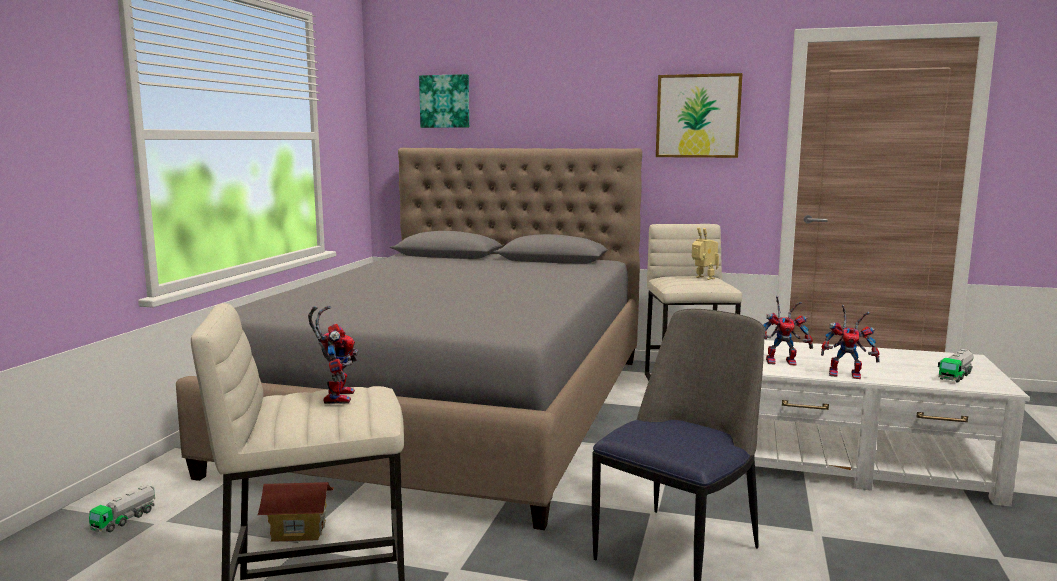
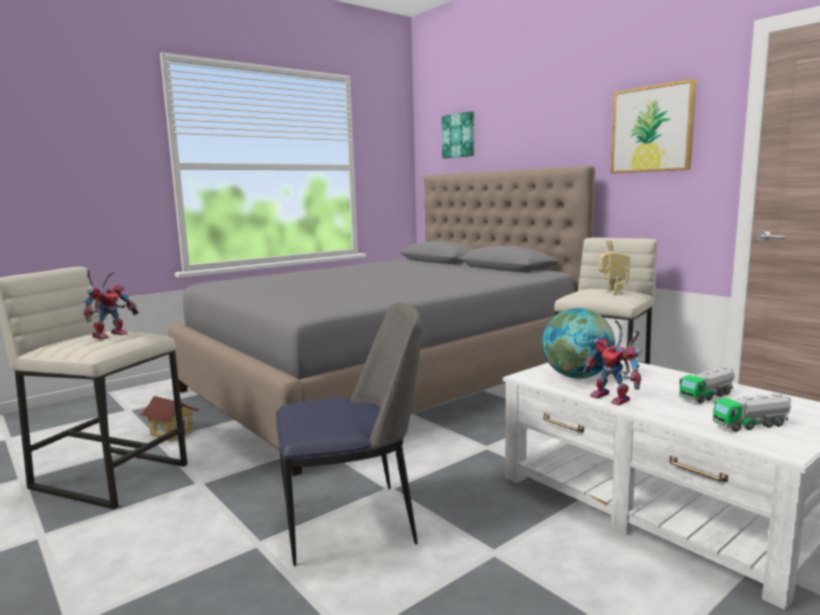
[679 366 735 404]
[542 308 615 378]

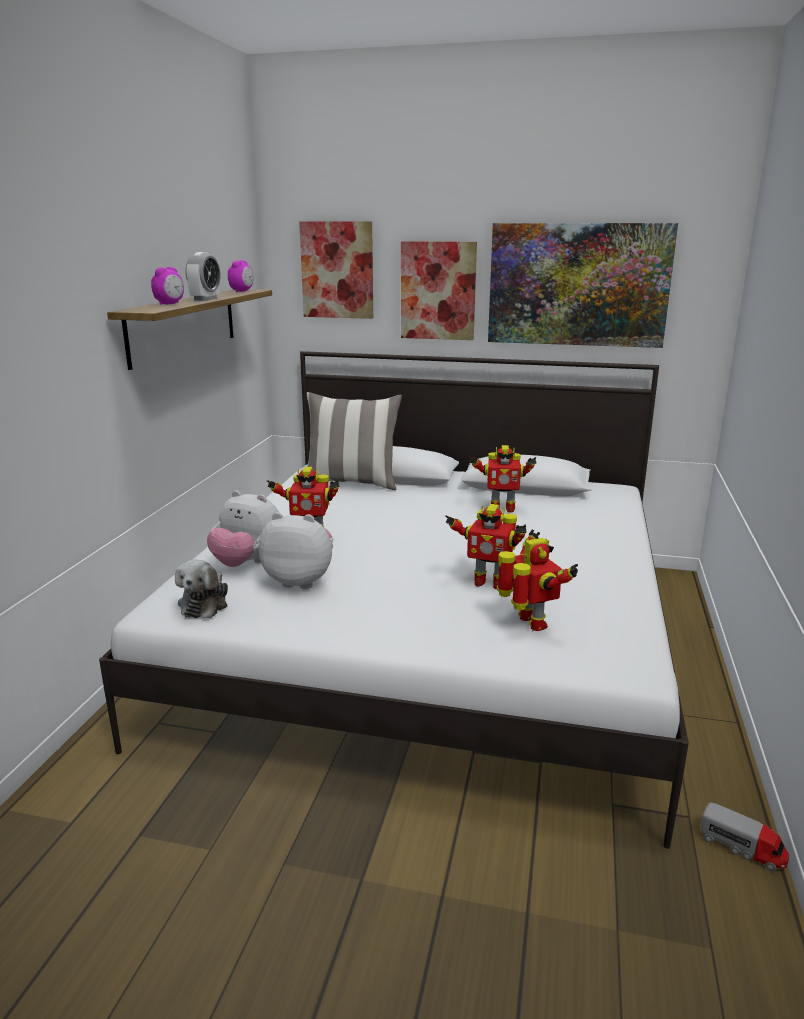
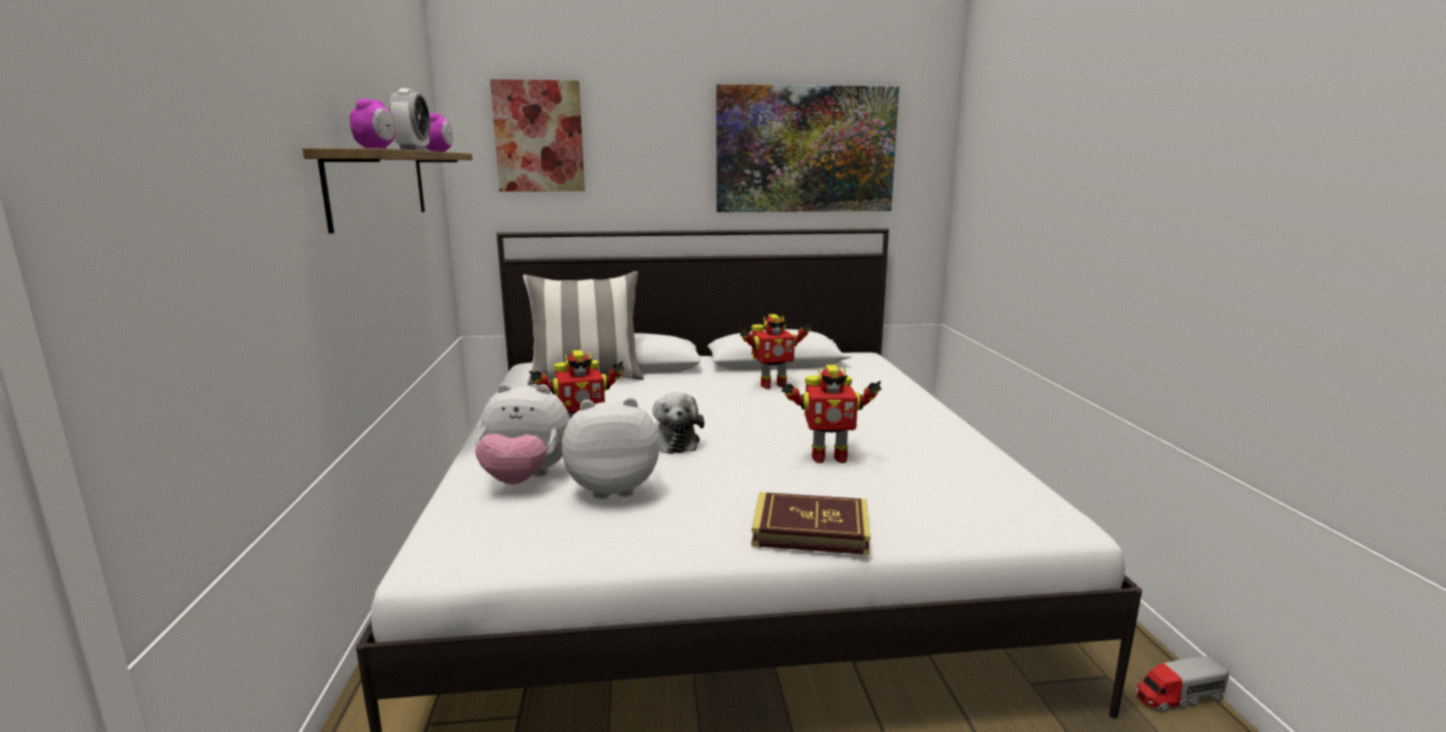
[652 392 704 454]
[401 241 477 340] (first image)
[497 529 578 631] (first image)
[1136 656 1229 712]
[752 492 870 555]

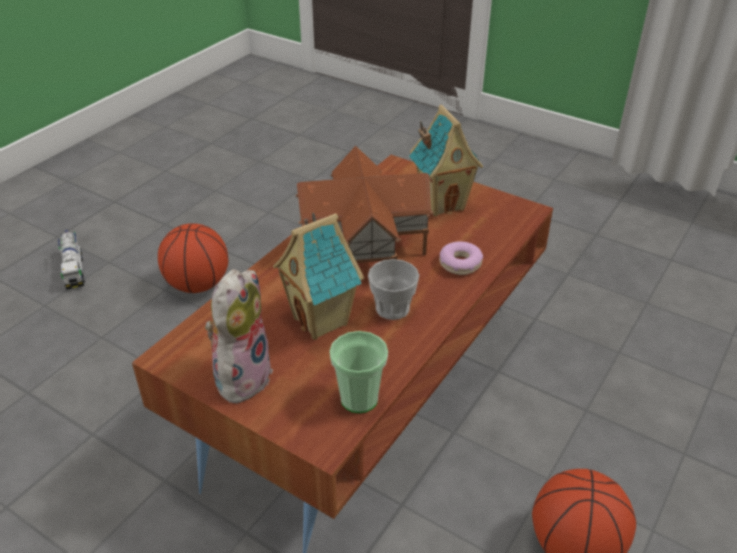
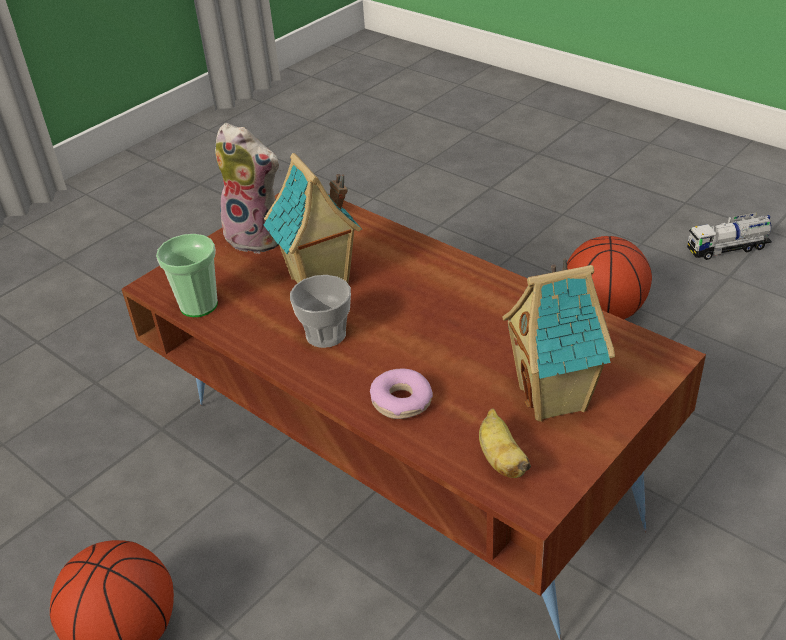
[687 212 772 260]
[296 146 433 263] (first image)
[479 408 531 478]

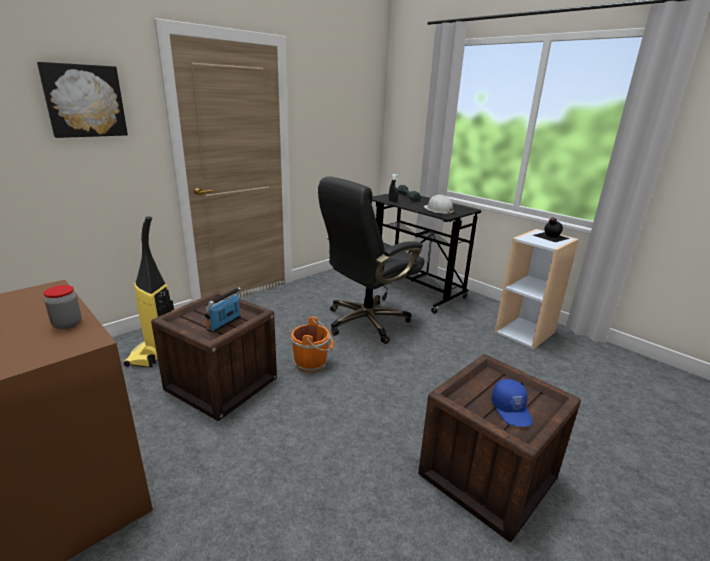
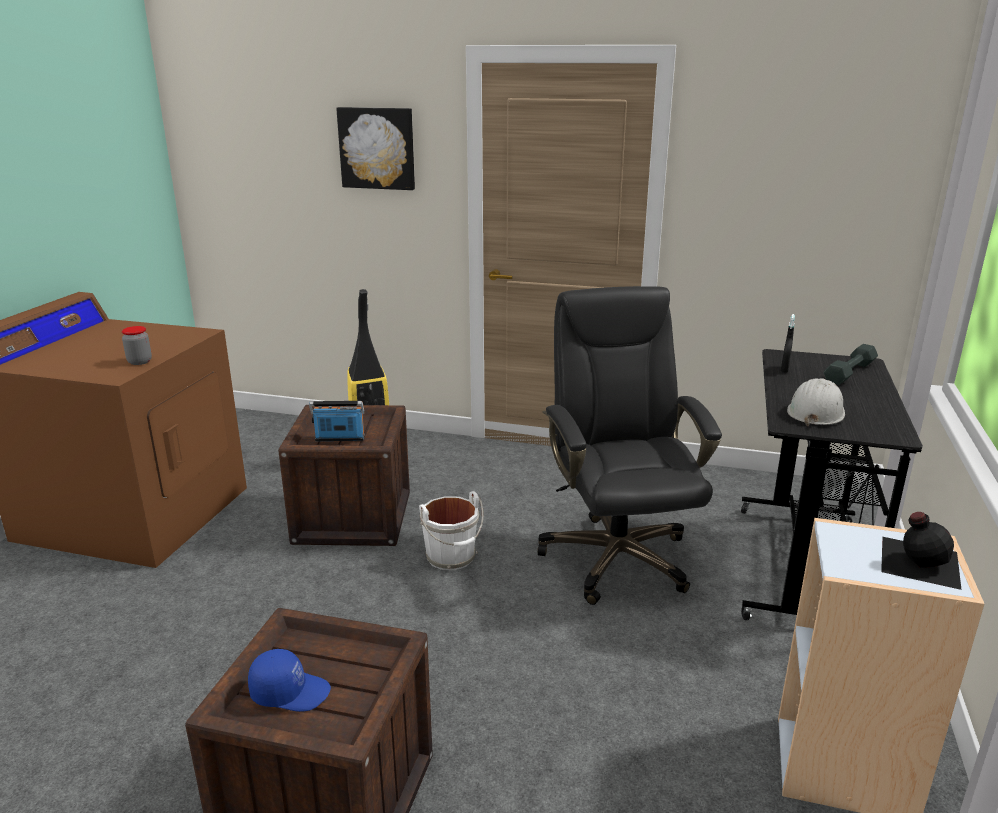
[419 491 484 570]
[537 286 722 605]
[248 649 331 712]

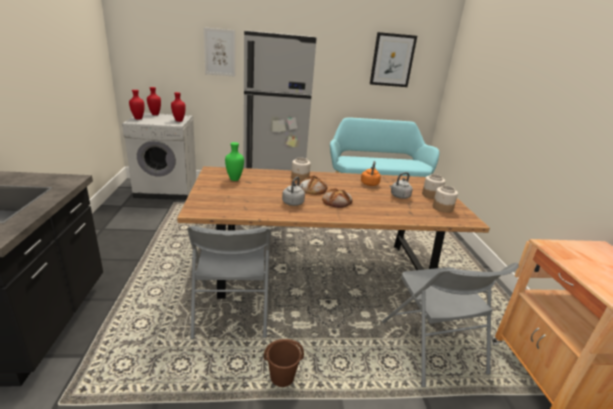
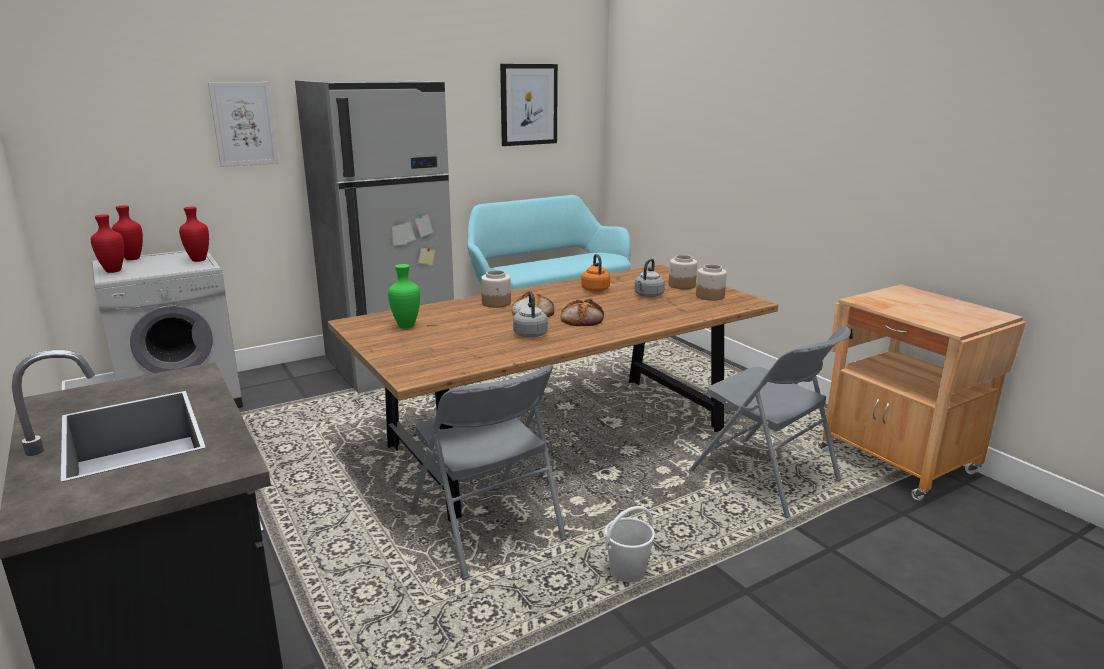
[605 506 655 582]

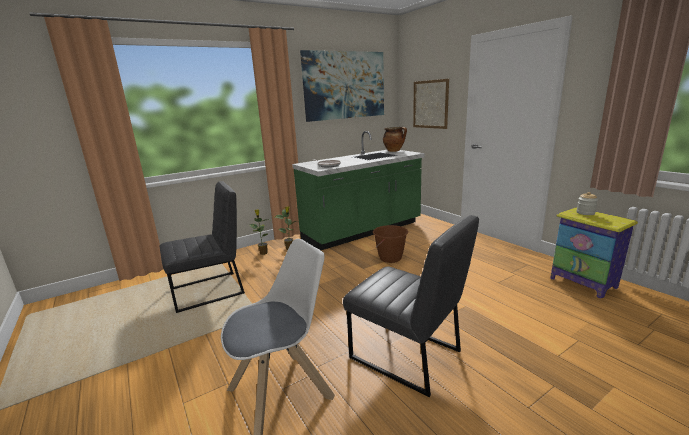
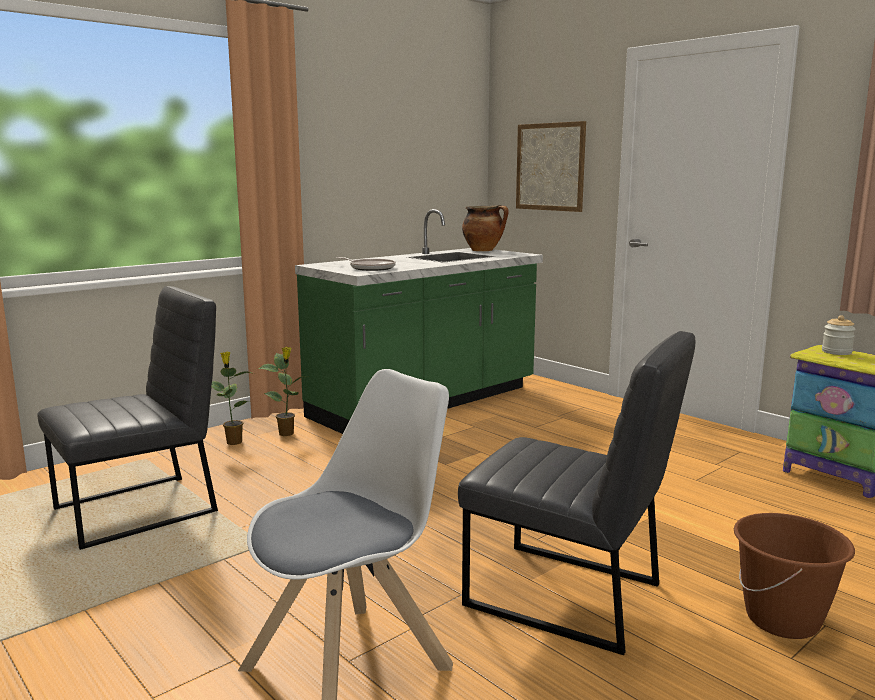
[300 50 384 122] (first image)
[734 513 855 639]

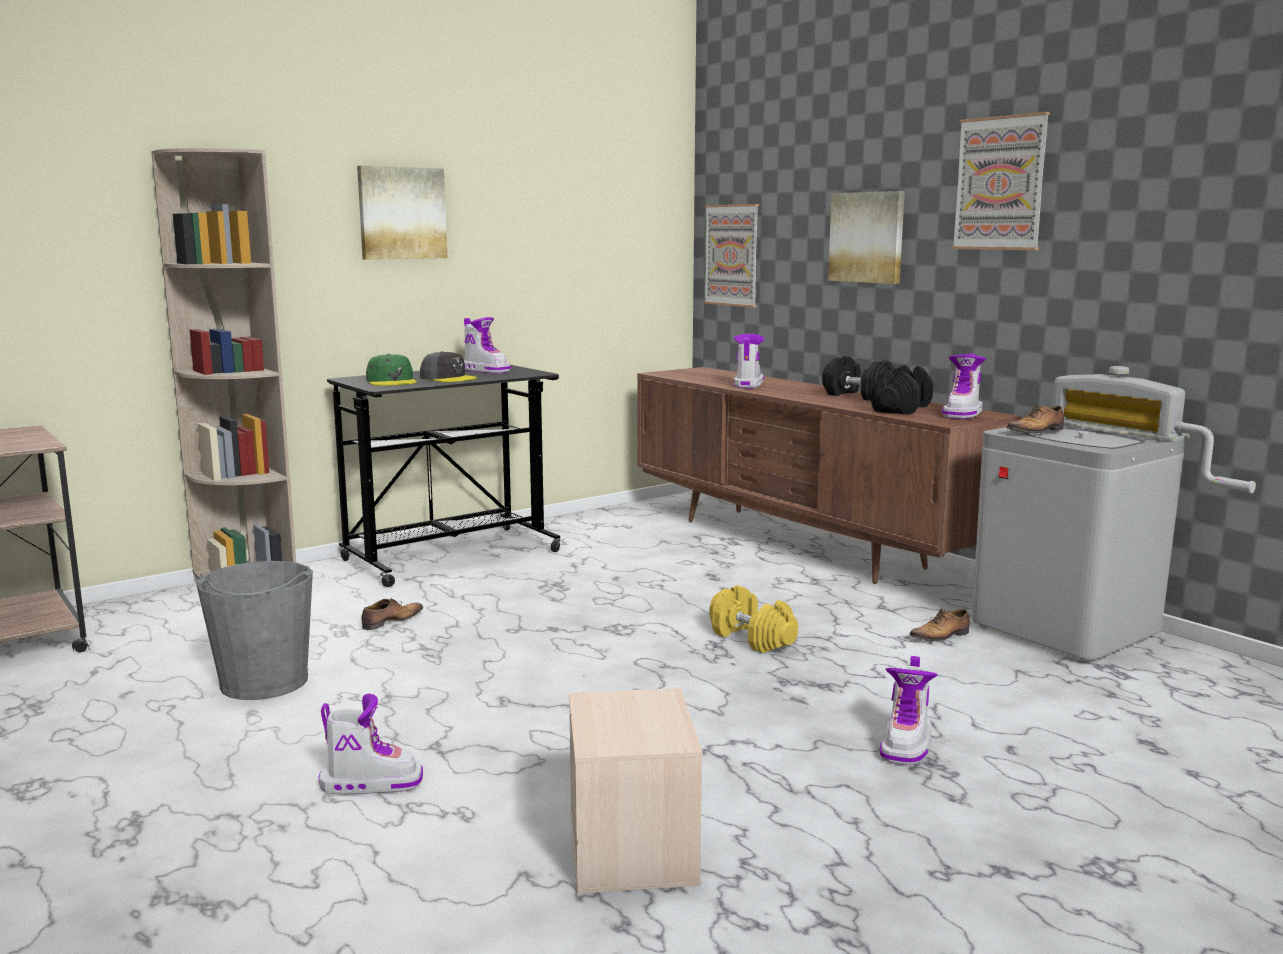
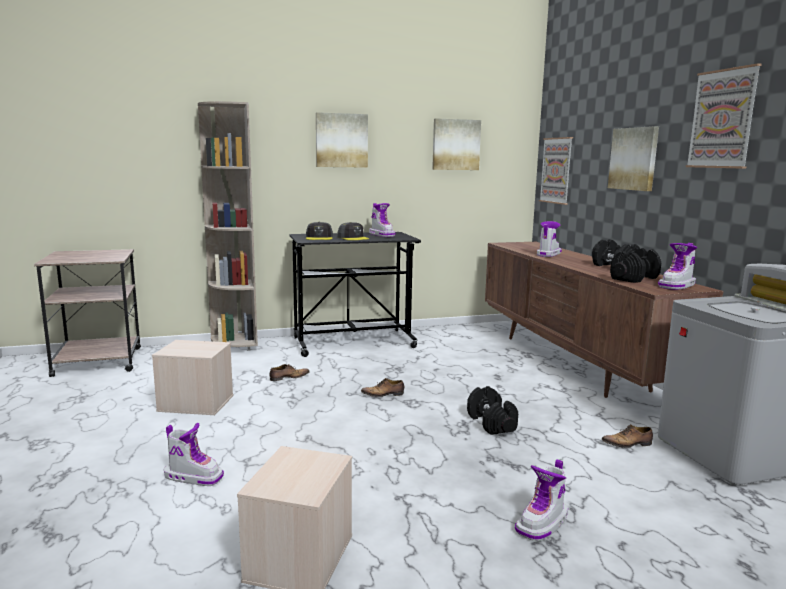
[152 340 234 415]
[306 222 333 240]
[467 386 518 435]
[361 378 404 397]
[432 118 481 170]

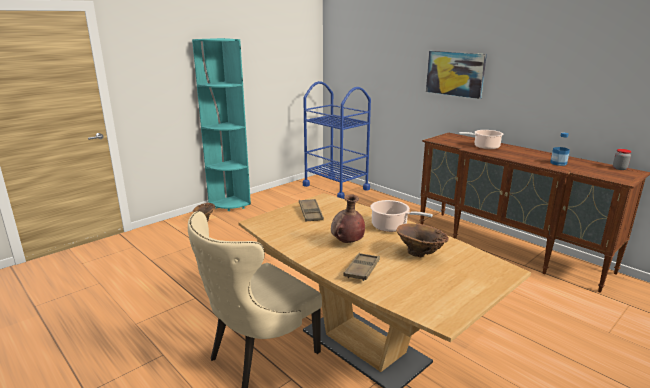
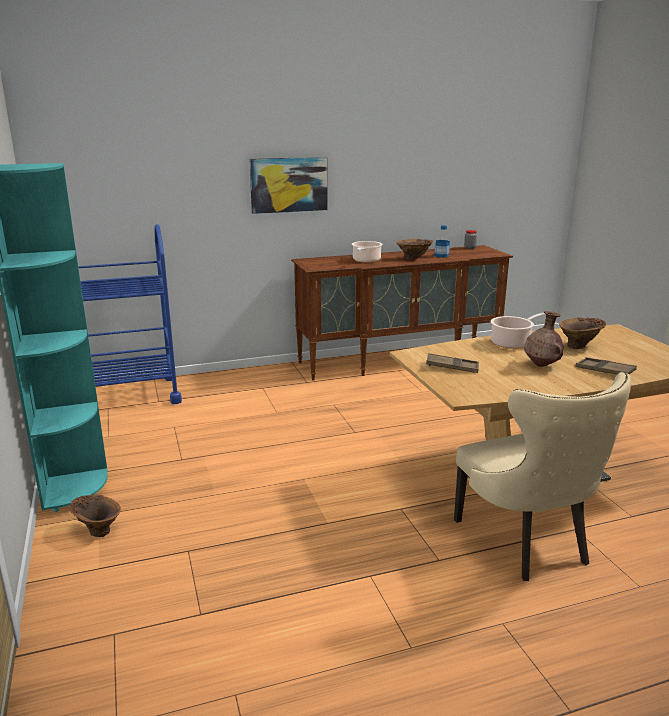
[396 239 433 260]

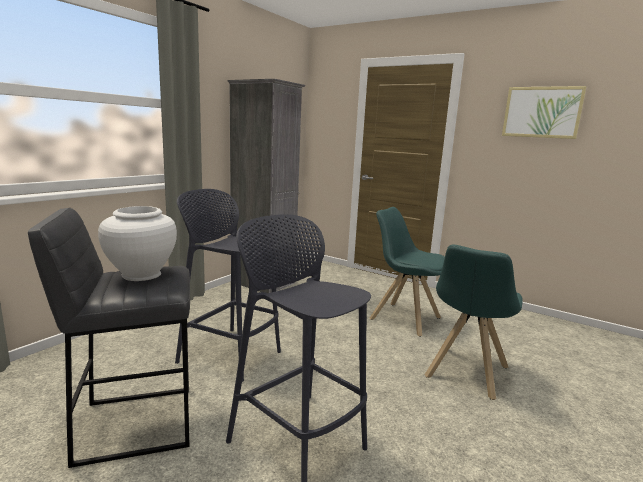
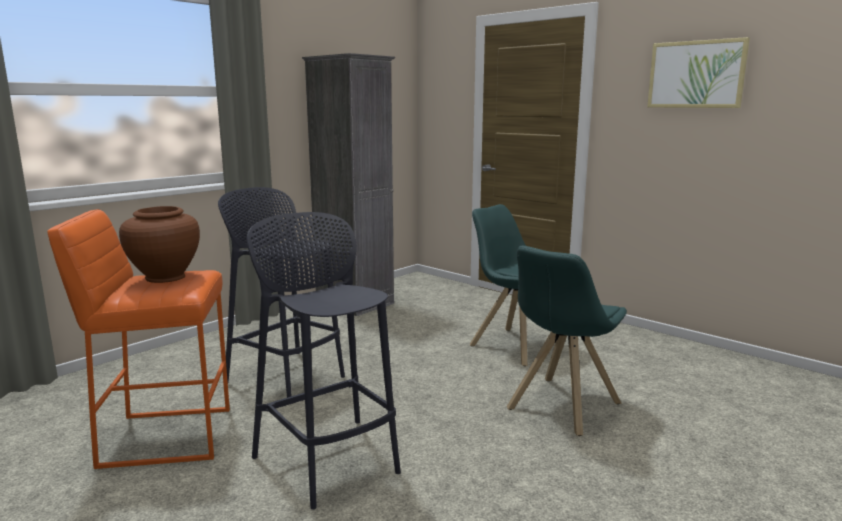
[47 209 230 469]
[119 206 200 283]

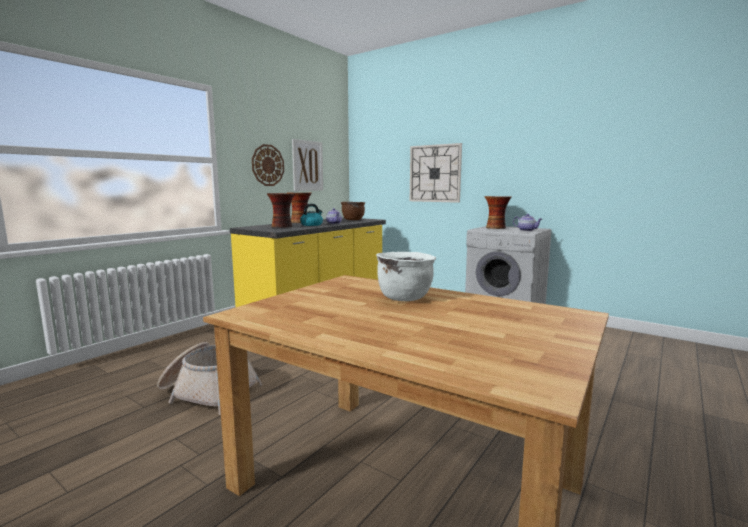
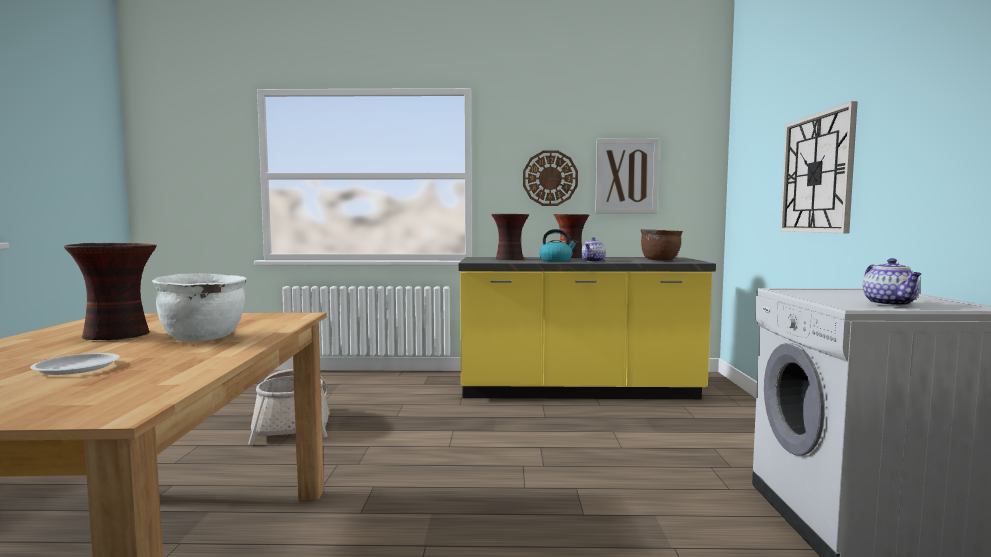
[64 243 157 340]
[30 353 120 375]

